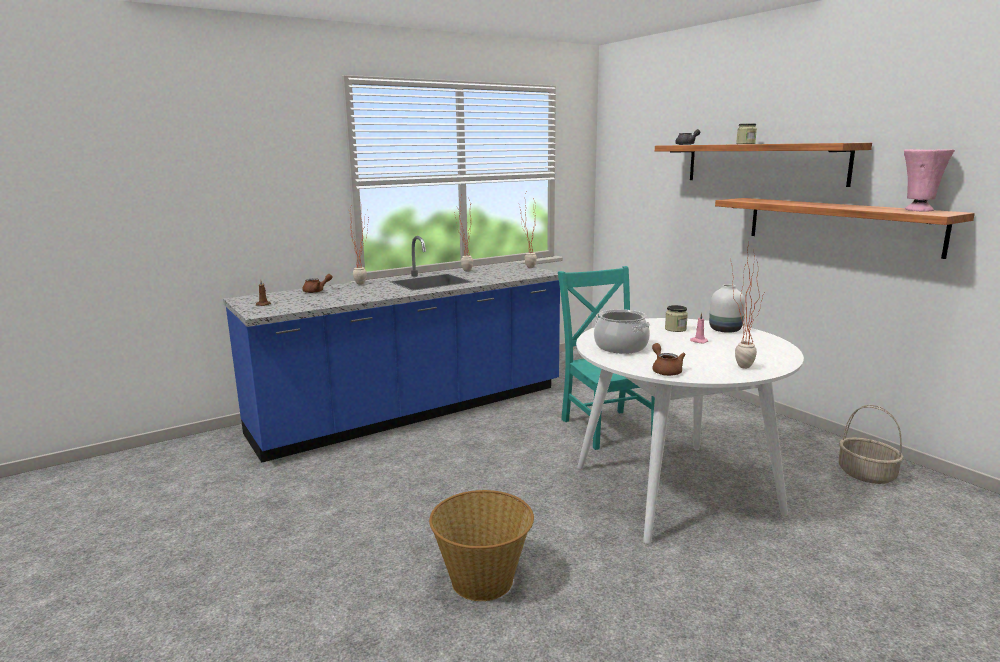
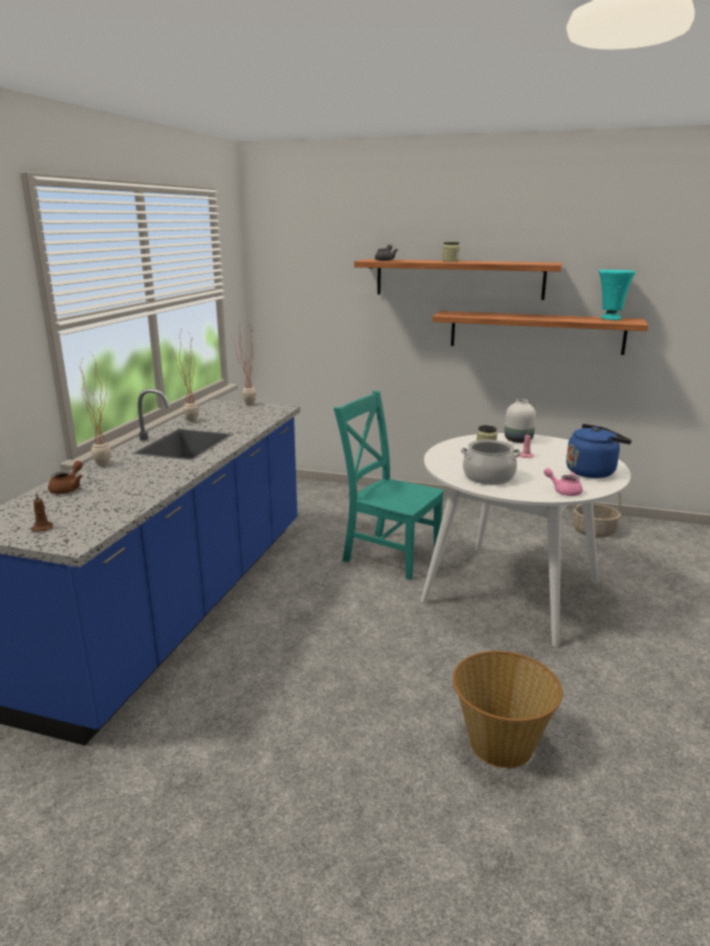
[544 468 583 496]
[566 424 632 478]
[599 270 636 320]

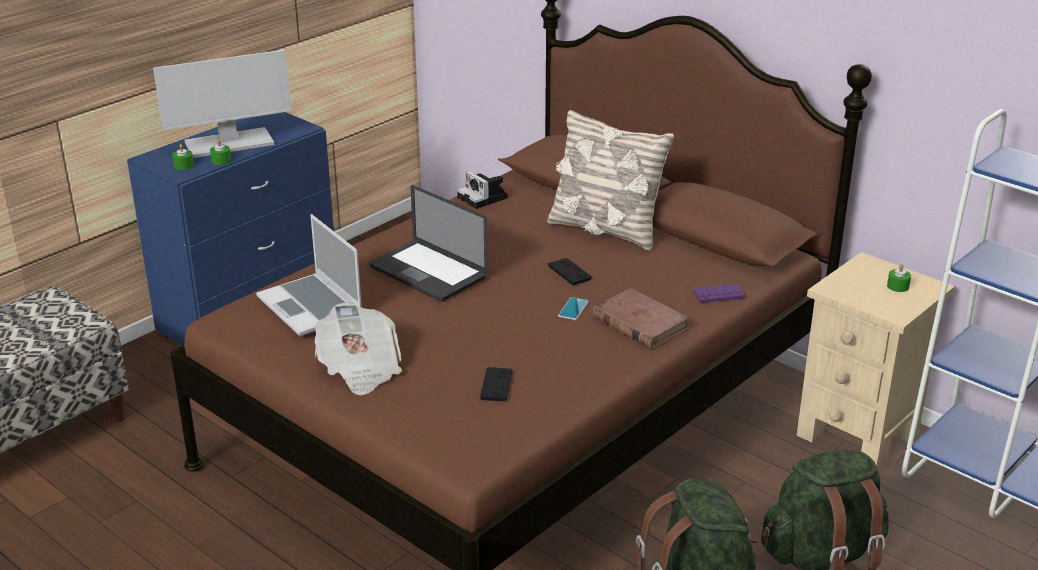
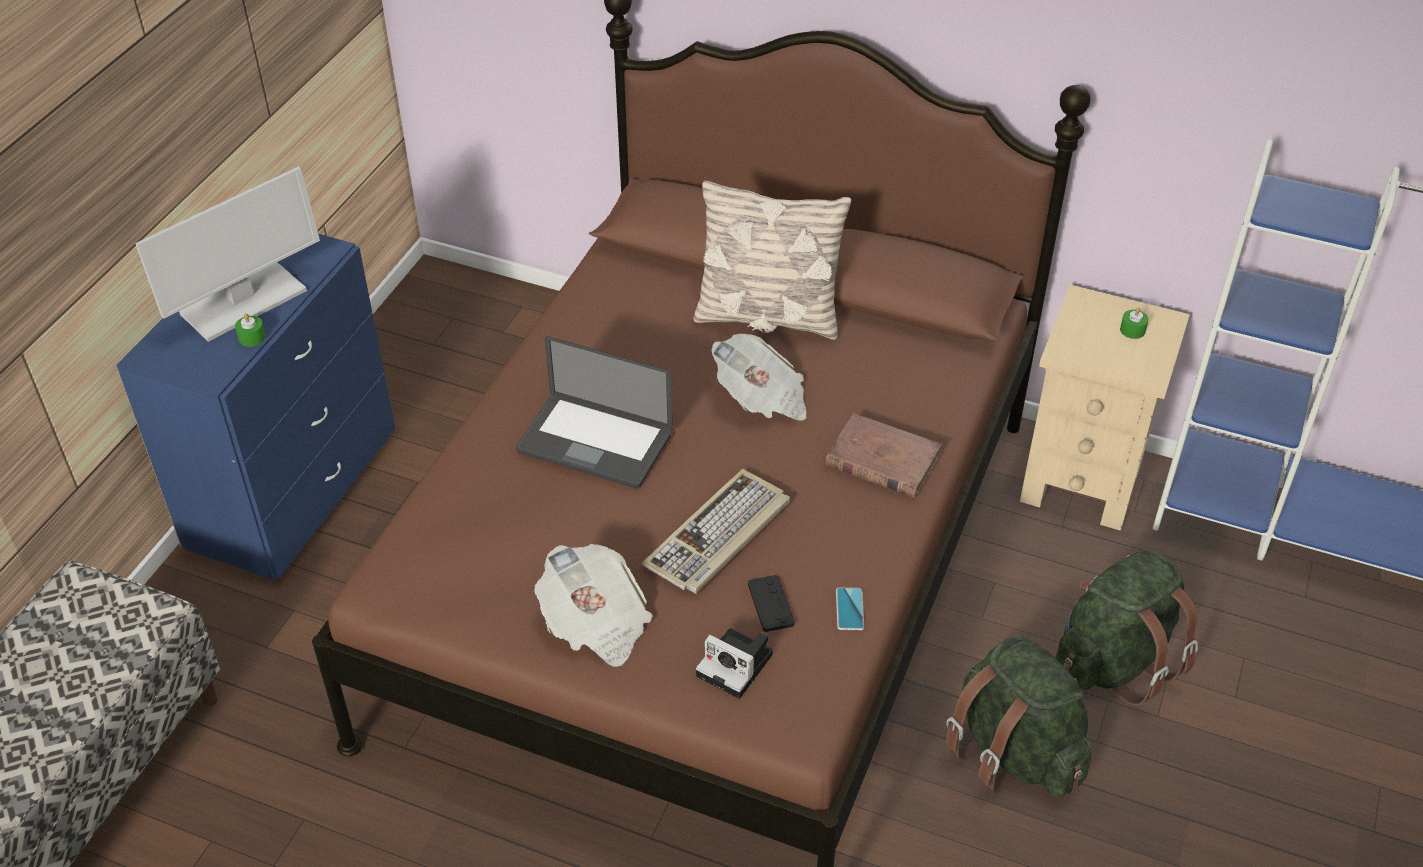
[172 144 194 170] (first image)
[256 214 362 336] (first image)
[696 628 773 699]
[711 334 807 421]
[836 587 864 630]
[693 284 745 303] (first image)
[642 469 790 594]

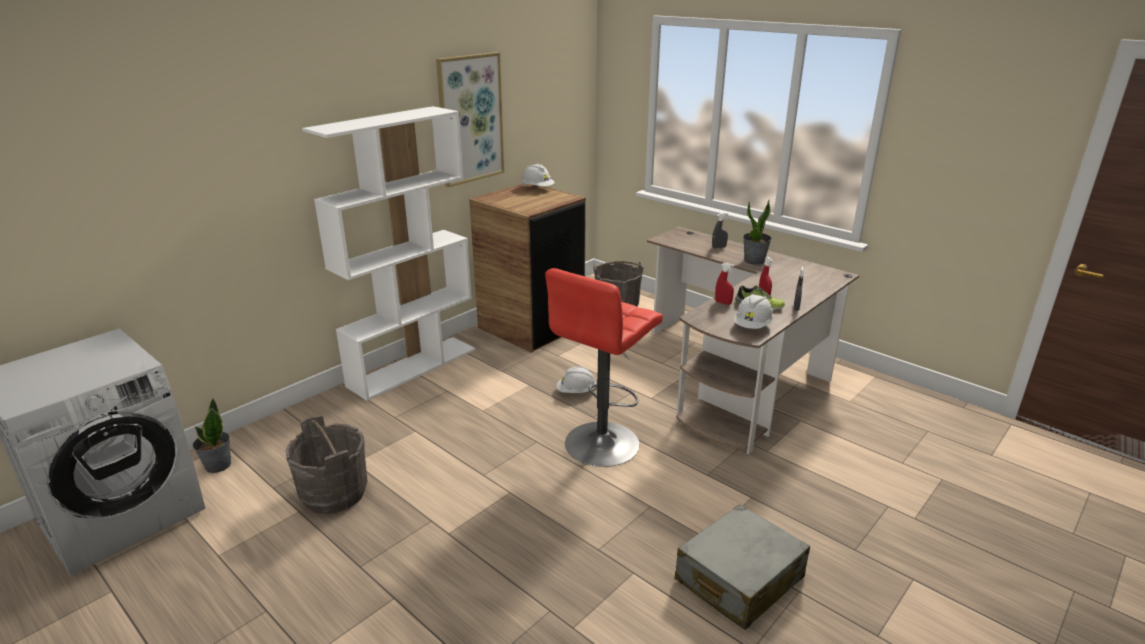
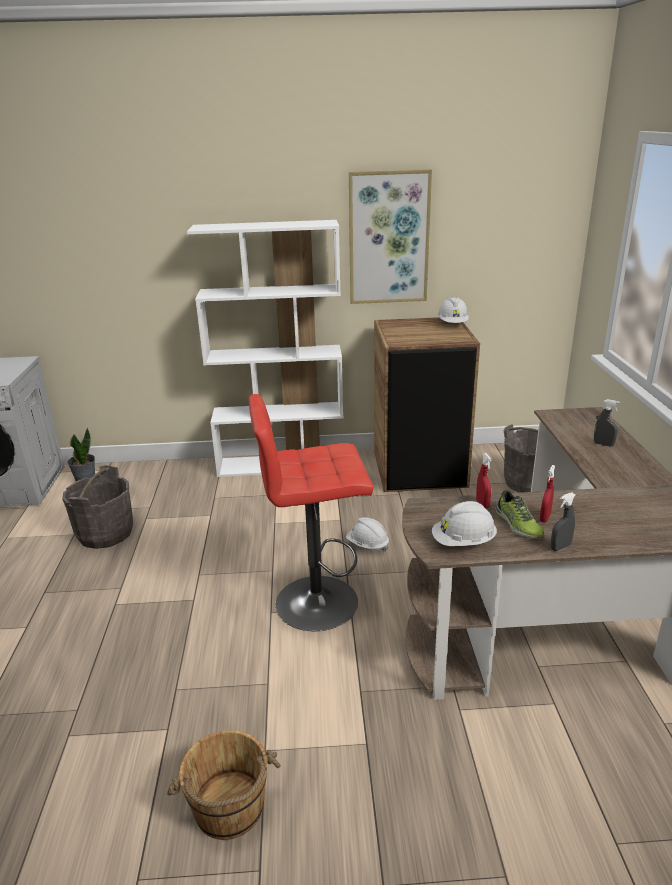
[167 730 281 840]
[743 200 772 265] (first image)

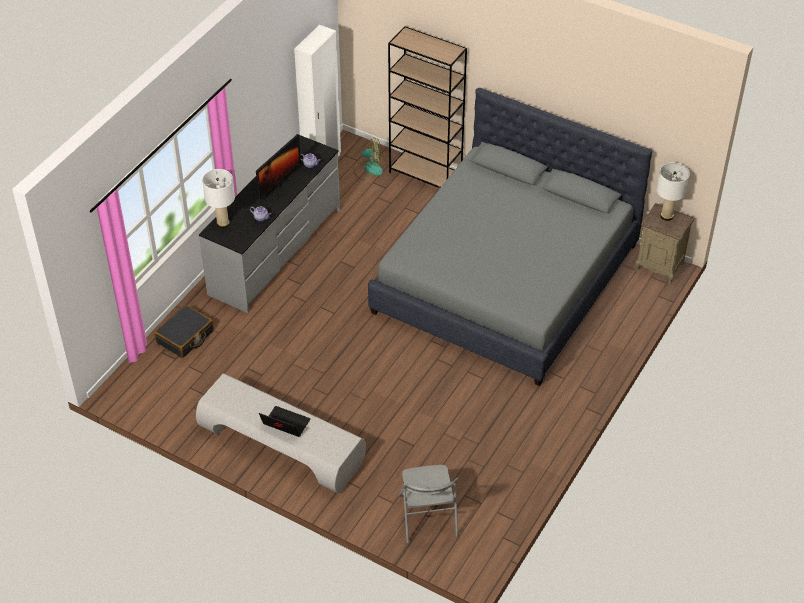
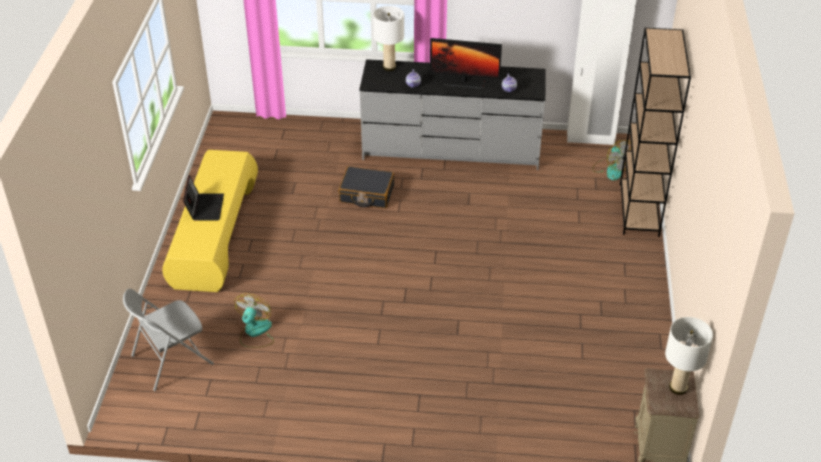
[338 166 394 208]
[162 150 258 292]
[368 88 652 386] (first image)
[235 294 274 348]

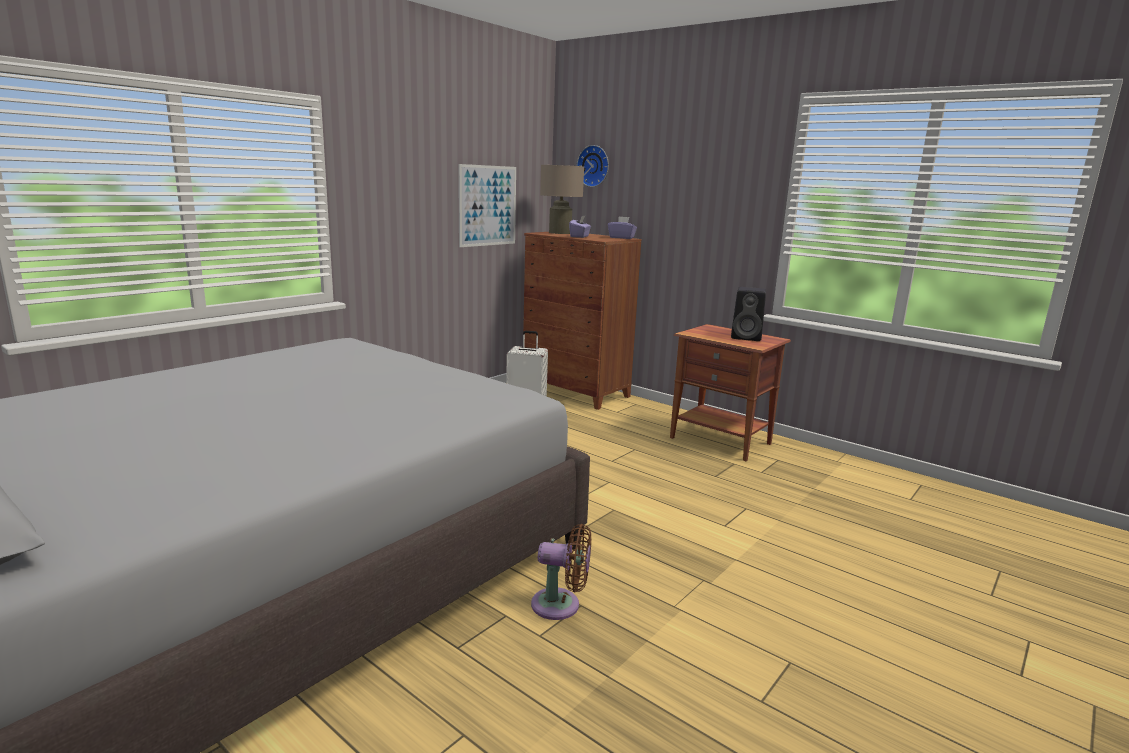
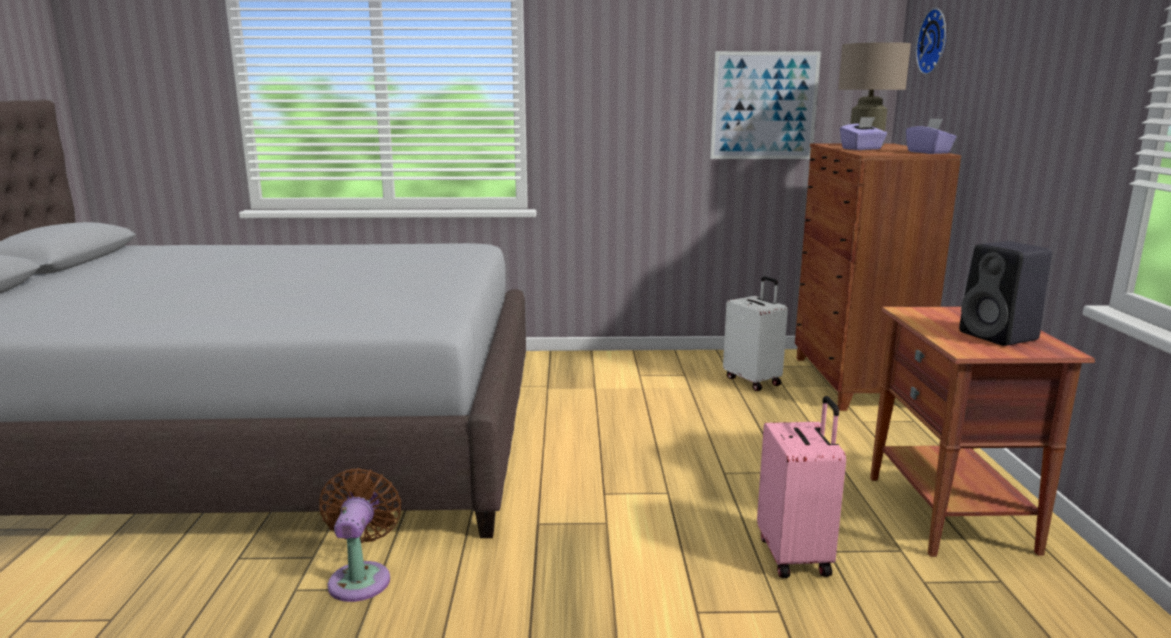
[319 468 401 602]
[757 396 846 578]

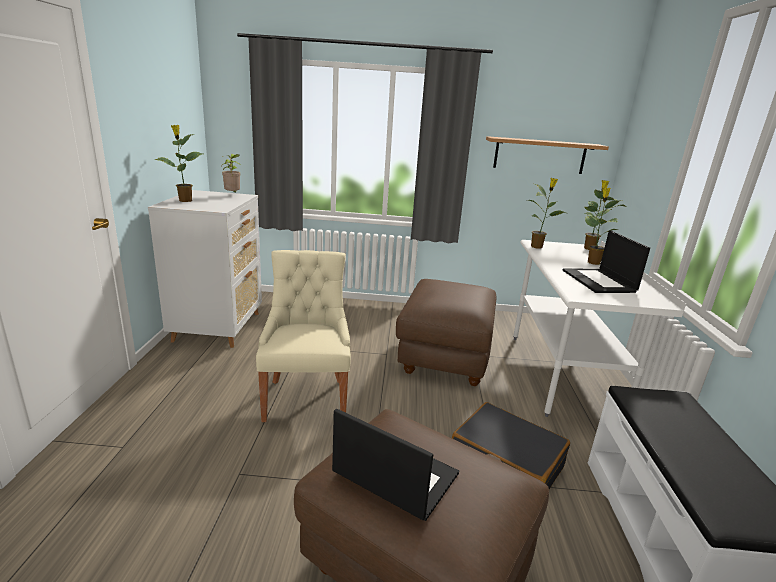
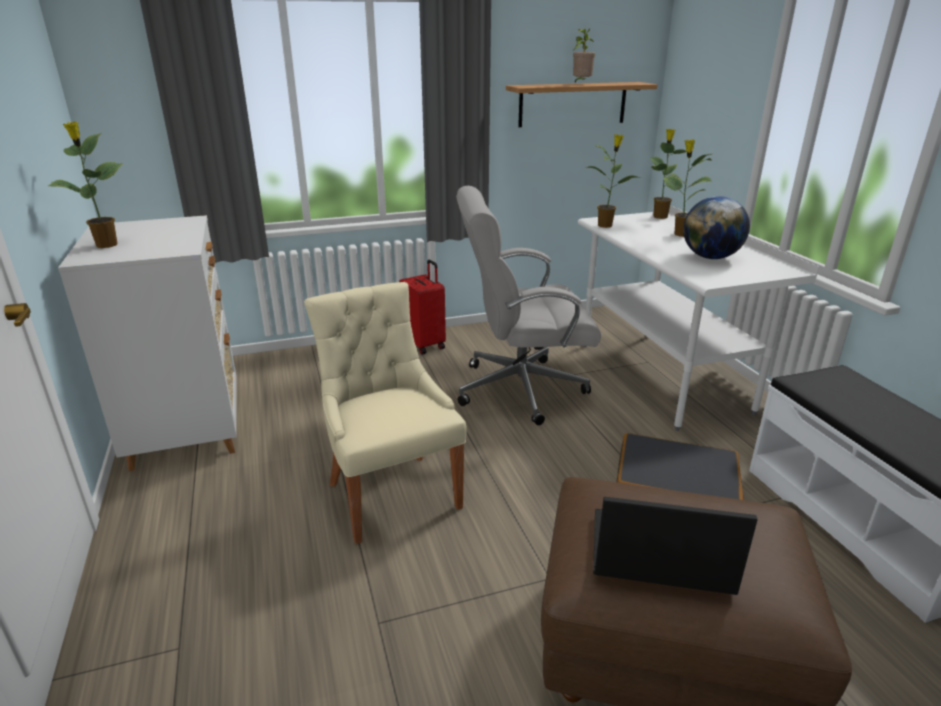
[573 28 595 82]
[456 186 601 425]
[683 196 750 259]
[399 260 446 355]

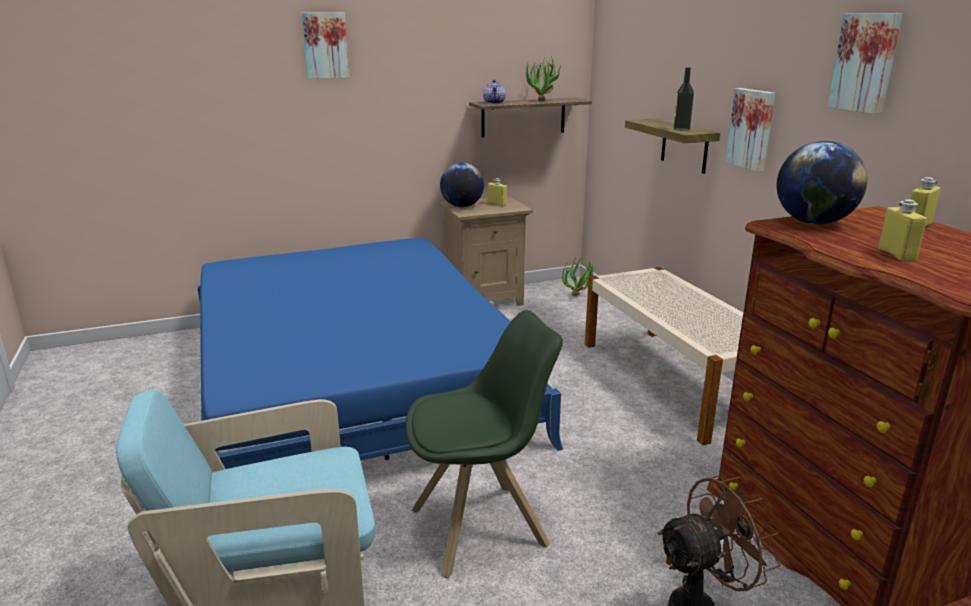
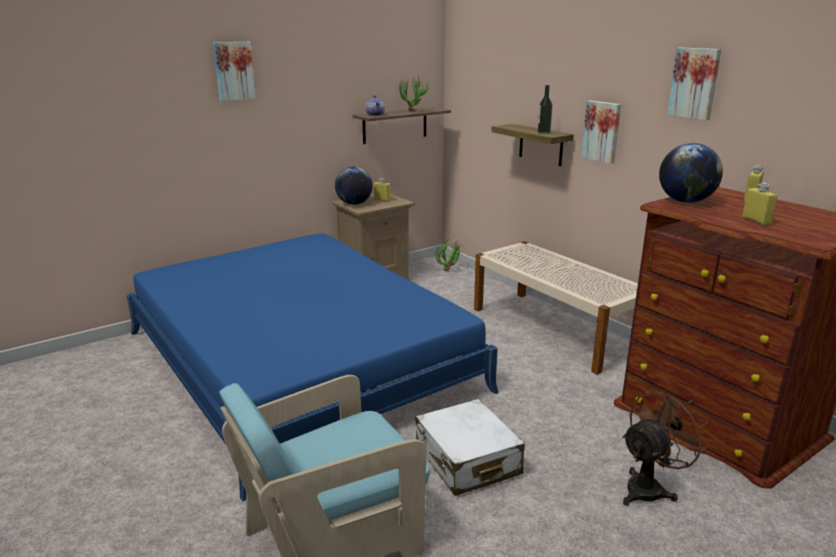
[415 399 525 496]

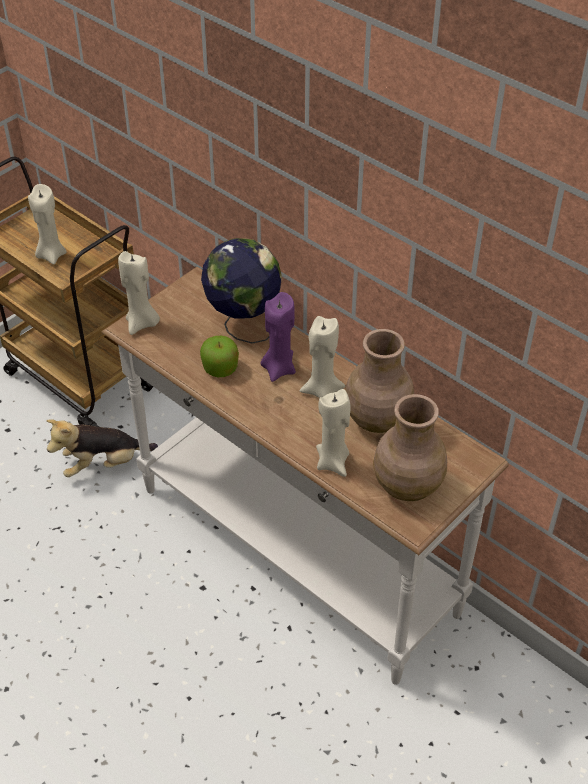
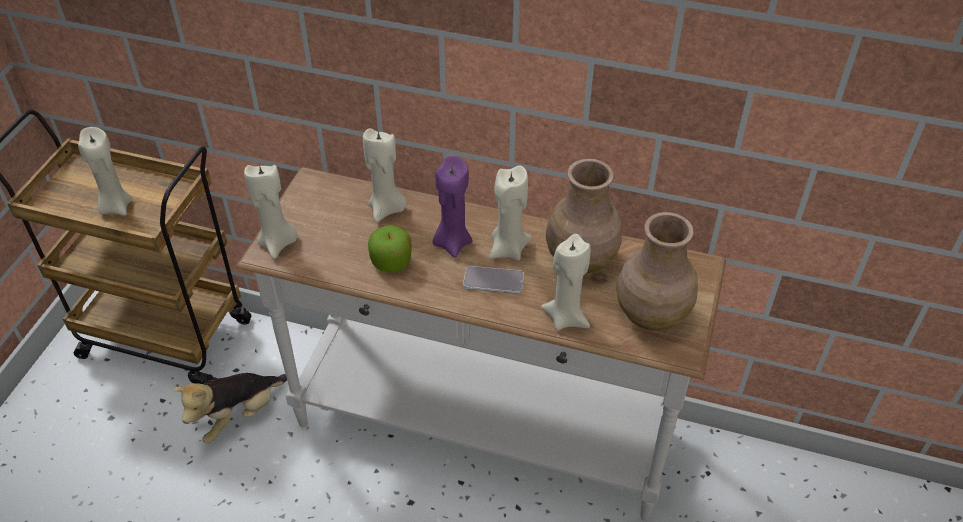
[363 128 407 222]
[463 266 524 294]

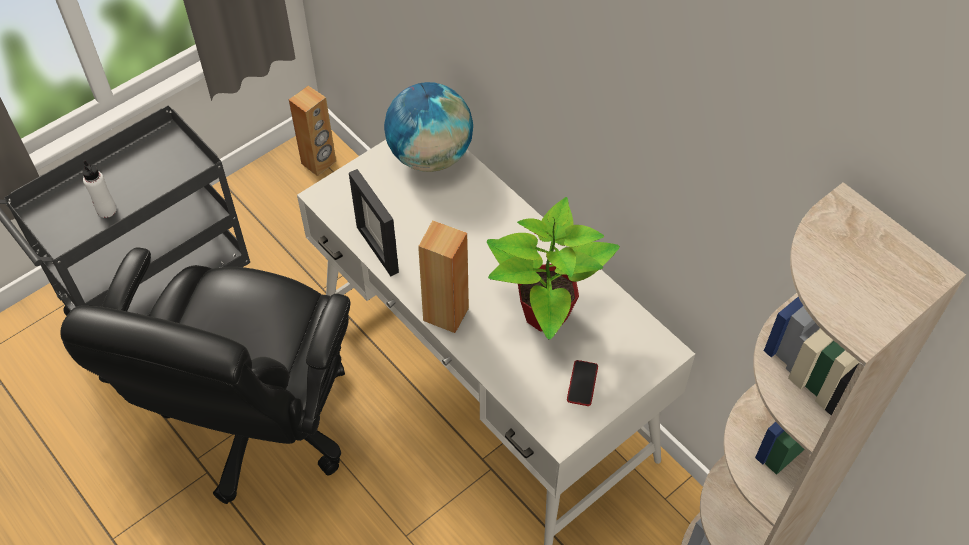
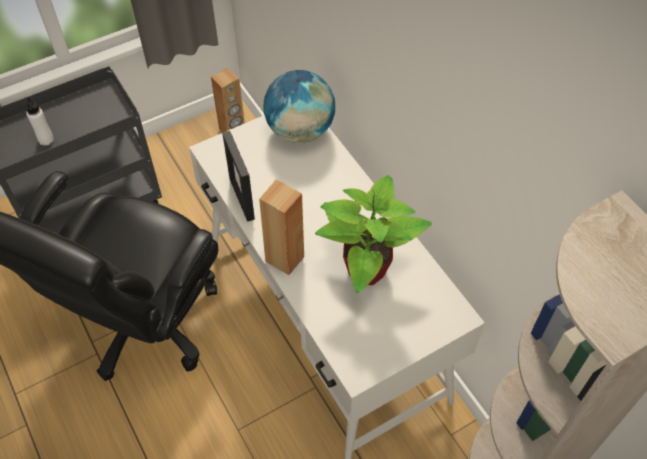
[567 360 598 406] (first image)

